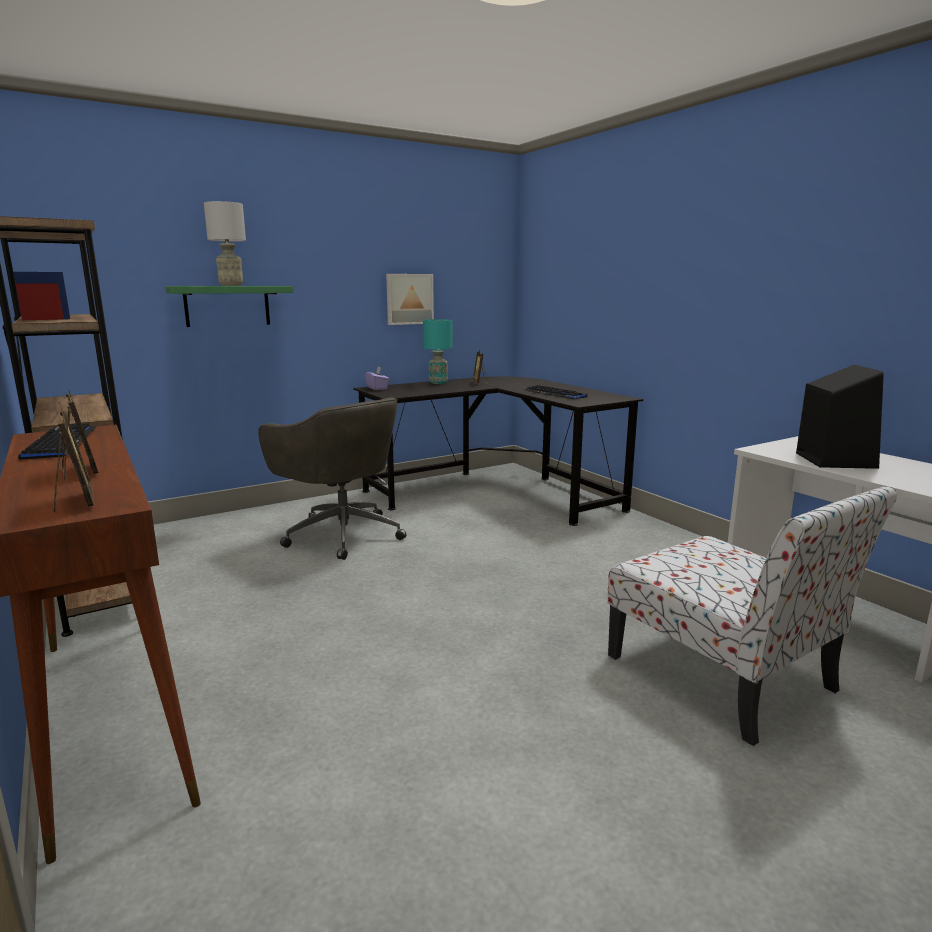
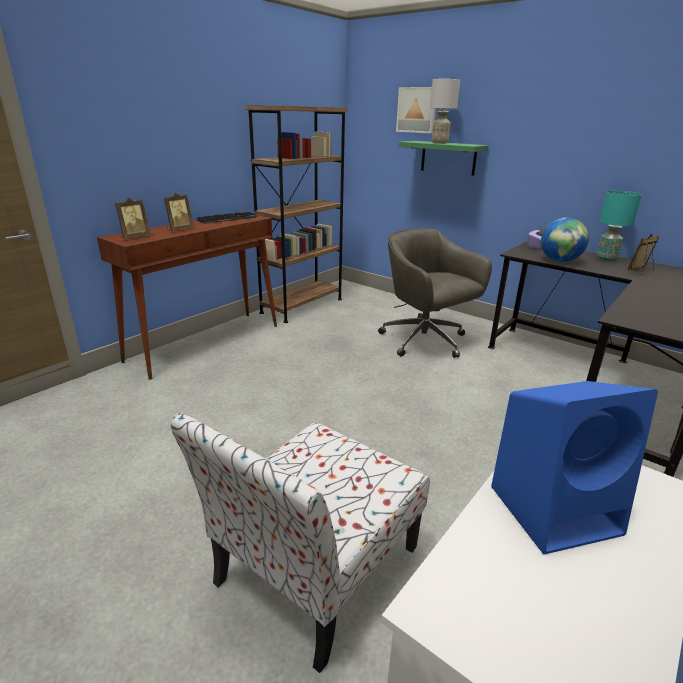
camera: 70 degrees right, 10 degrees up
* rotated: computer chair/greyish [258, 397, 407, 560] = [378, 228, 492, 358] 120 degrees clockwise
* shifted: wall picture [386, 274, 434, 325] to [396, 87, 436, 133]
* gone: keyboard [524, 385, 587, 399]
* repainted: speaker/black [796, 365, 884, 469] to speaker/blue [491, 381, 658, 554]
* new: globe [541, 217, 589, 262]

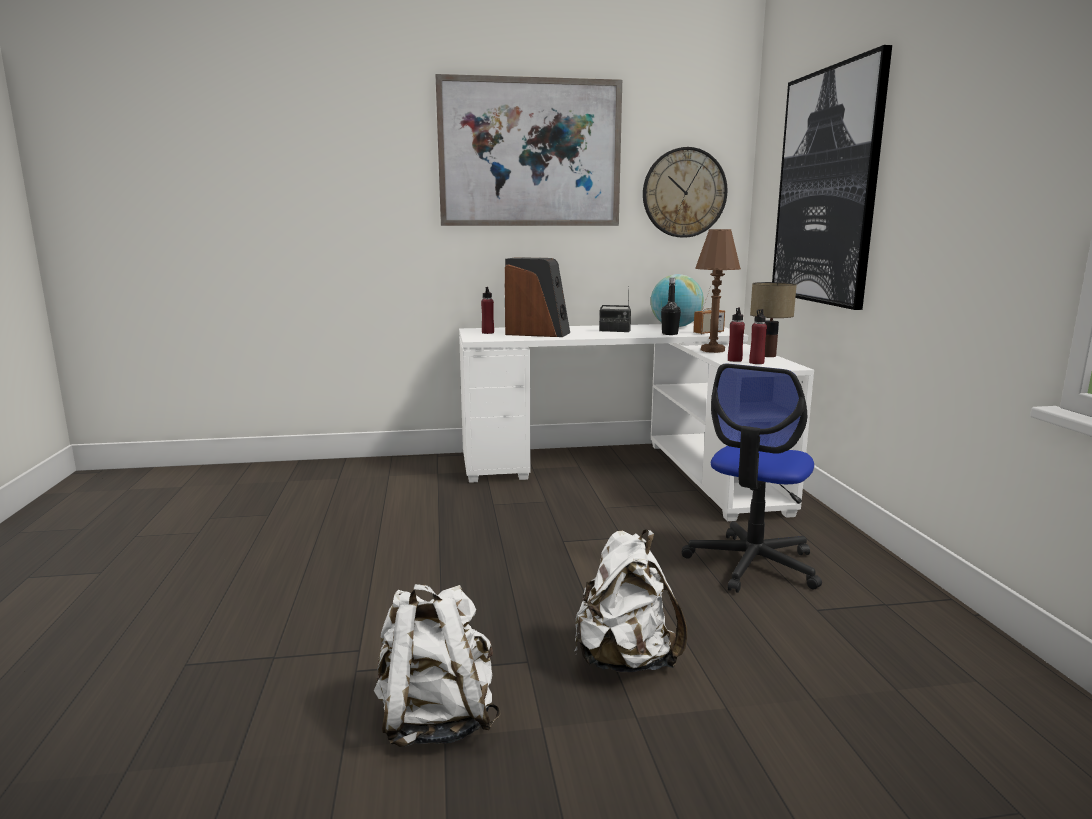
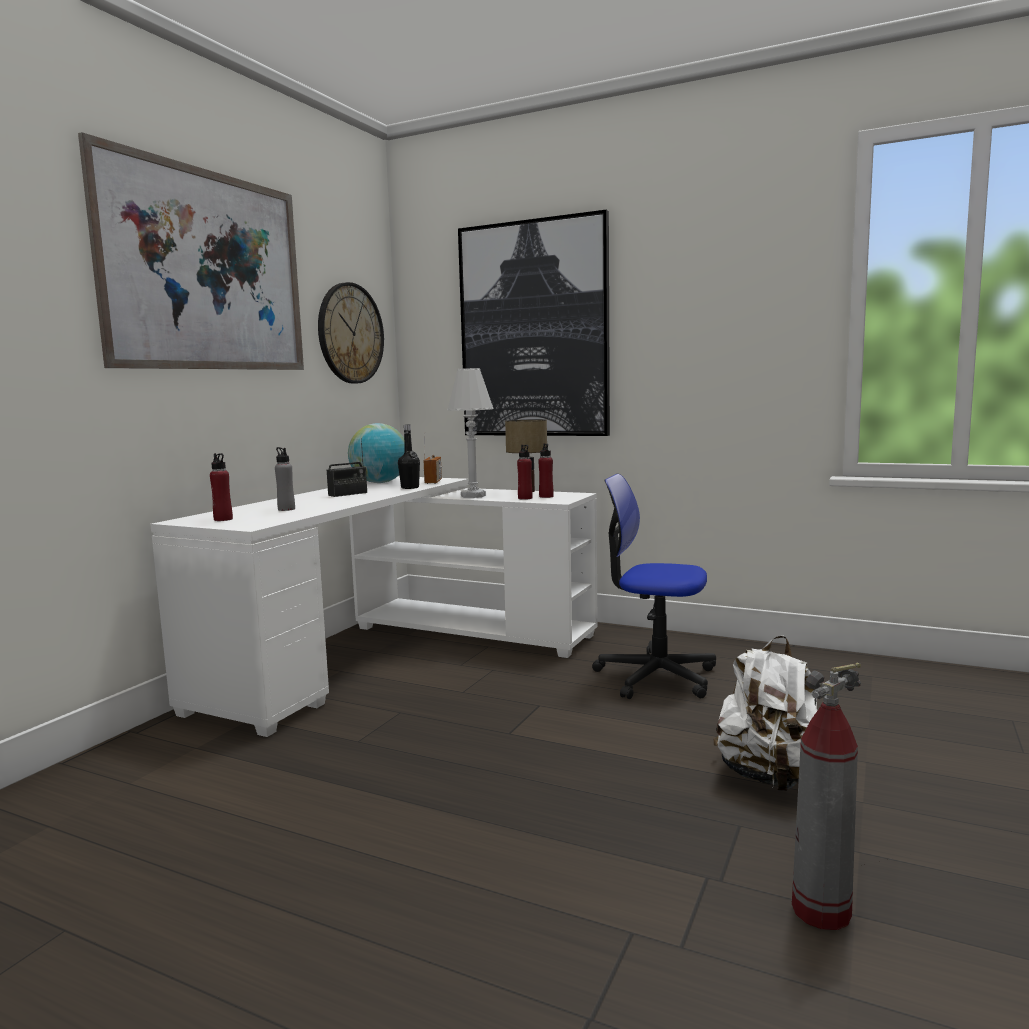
camera: 55 degrees left, 5 degrees down
* swapped: knapsack/white [374, 584, 501, 747] to extinguisher [792, 663, 861, 930]
* swapped: speaker [505, 257, 570, 337] to drink bottle/greyish [275, 447, 295, 511]
* rotated: computer chair [681, 364, 822, 593] = [592, 474, 716, 699] 135 degrees clockwise
* repainted: lamp for a table/brown-coloured [695, 229, 741, 353] to lamp for a table/white [447, 368, 494, 498]

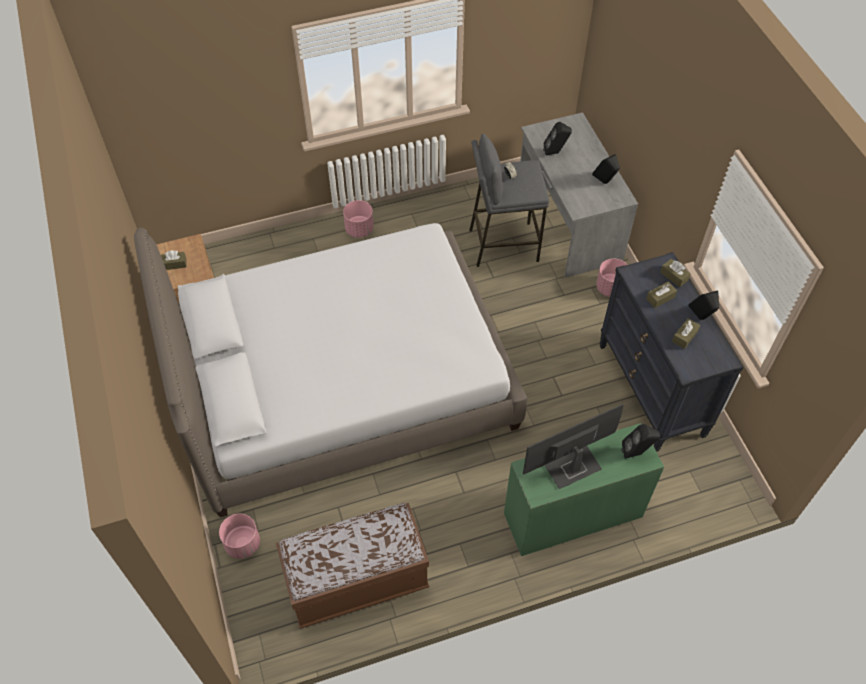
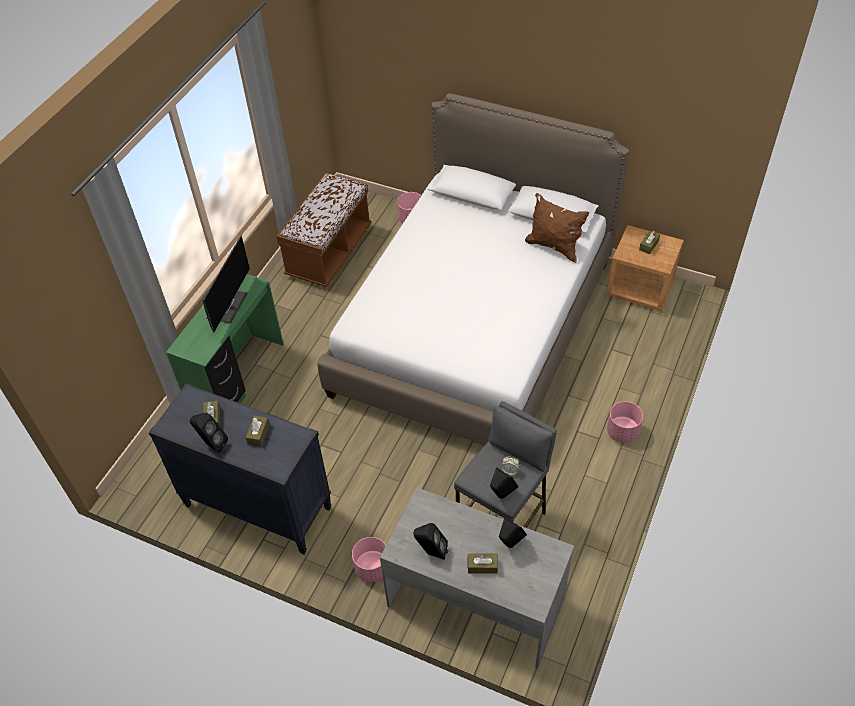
camera: 135 degrees right, 5 degrees down
* shifted: speaker/black [621, 424, 660, 459] to [490, 468, 519, 499]
* shifted: box of tissues/brown-coloured [660, 259, 691, 287] to [468, 553, 498, 574]
* new: pillow/brown-coloured [525, 193, 589, 263]

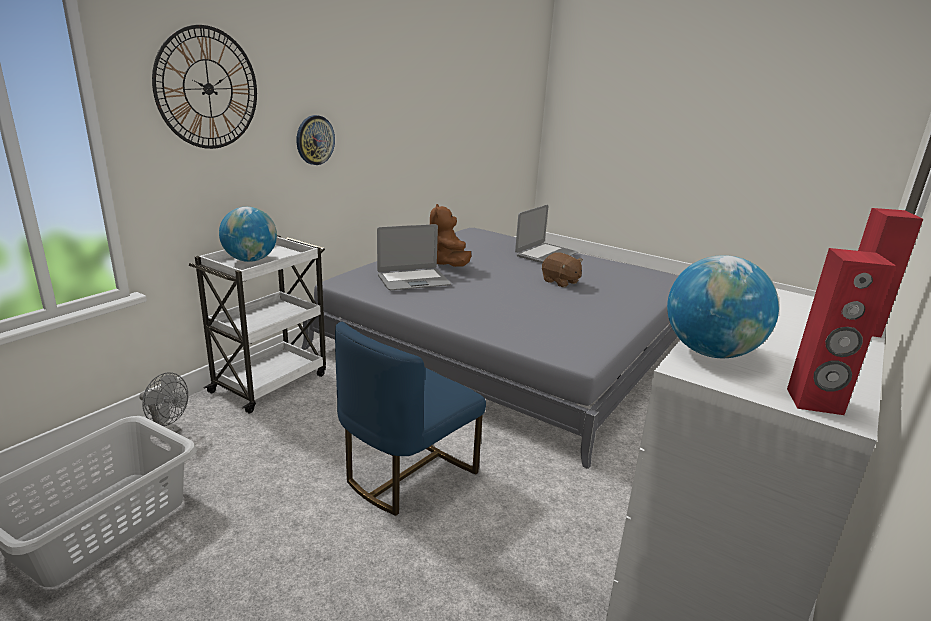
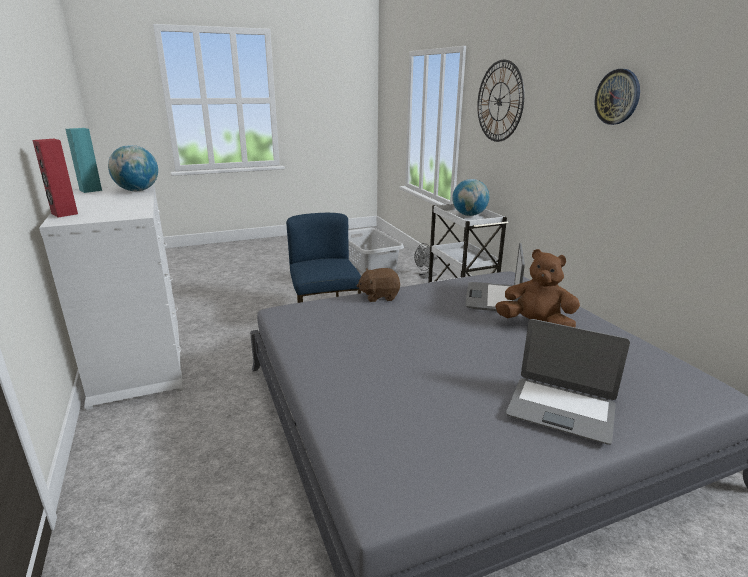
camera: 125 degrees right, 0 degrees up
* shifted: hanging clock [296, 115, 335, 165] to [594, 69, 640, 125]
* rotated: notebook computer [515, 205, 578, 263] = [506, 319, 630, 445] 45 degrees counterclockwise
* shifted: cuddly toy/brown-coloured [542, 252, 583, 288] to [357, 268, 400, 302]
* repainted: speaker/red-coloured [787, 248, 896, 415] to speaker/turquoise [66, 128, 102, 193]

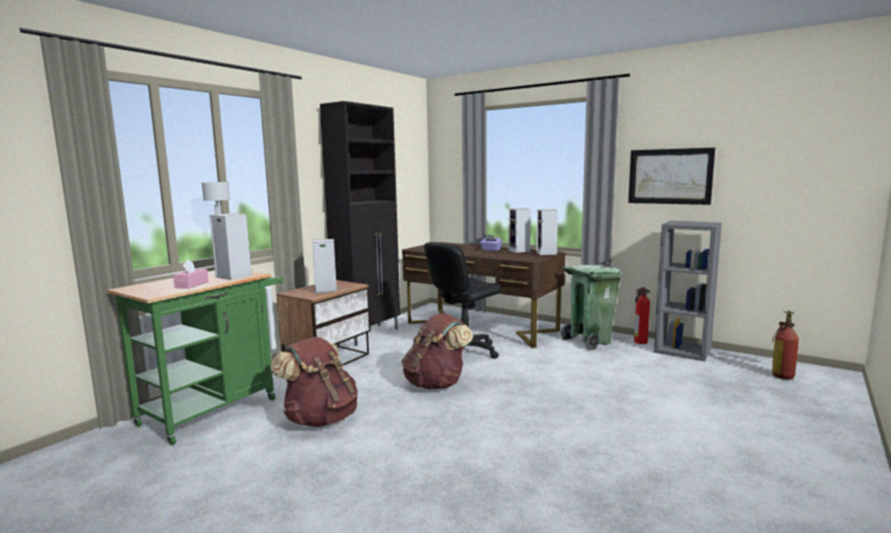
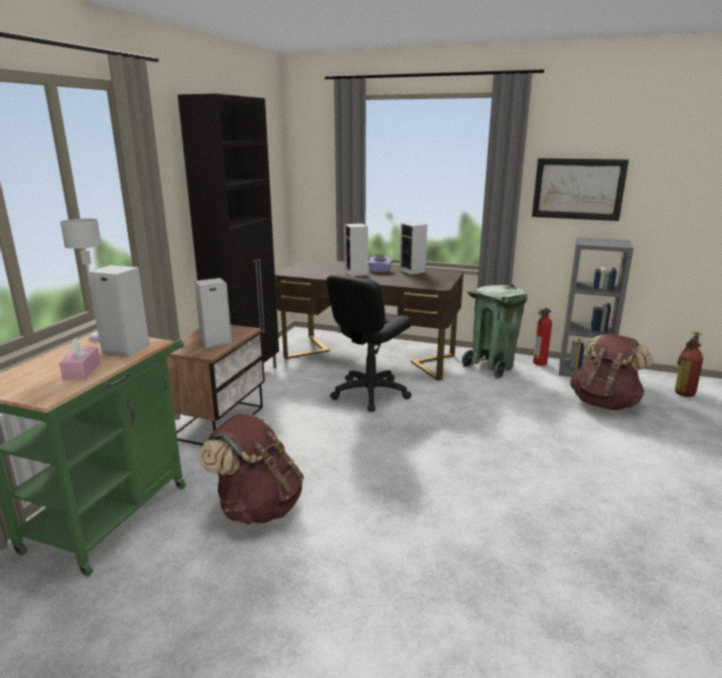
camera: 15 degrees left, 10 degrees up
* shifted: knapsack/brown-coloured [401, 313, 473, 389] to [570, 333, 653, 410]
* shifted: speaker [536, 209, 558, 255] to [344, 223, 368, 276]

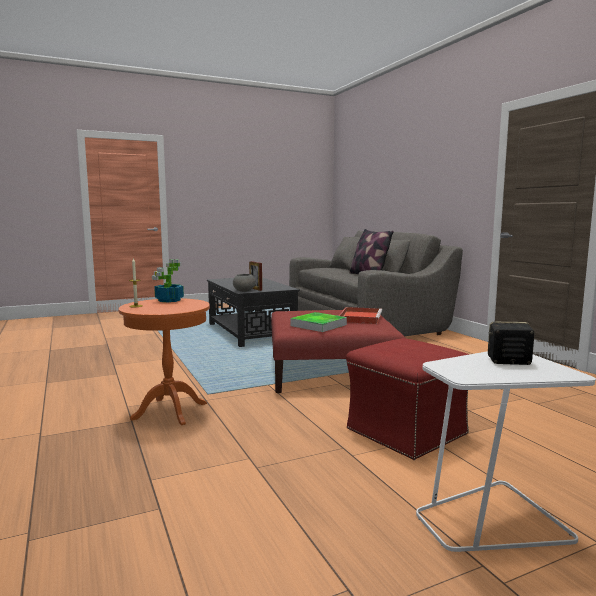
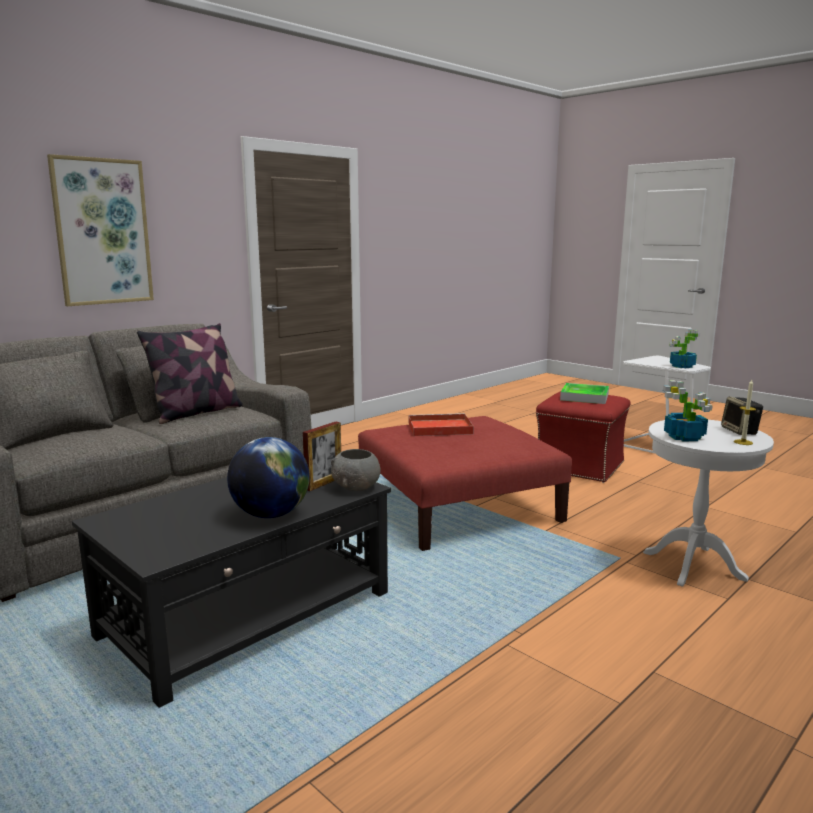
camera: 110 degrees left, 5 degrees up
* repainted: accent table/orange [119, 298, 210, 425] to accent table/white [643, 420, 774, 587]
* shifted: carrying tray [290, 312, 347, 332] to [560, 383, 609, 404]
* shifted: speaker [488, 322, 535, 365] to [721, 397, 763, 435]
* new: wall picture [47, 154, 154, 306]
* new: globe [227, 437, 310, 518]
* new: plant in a pot [669, 330, 700, 369]

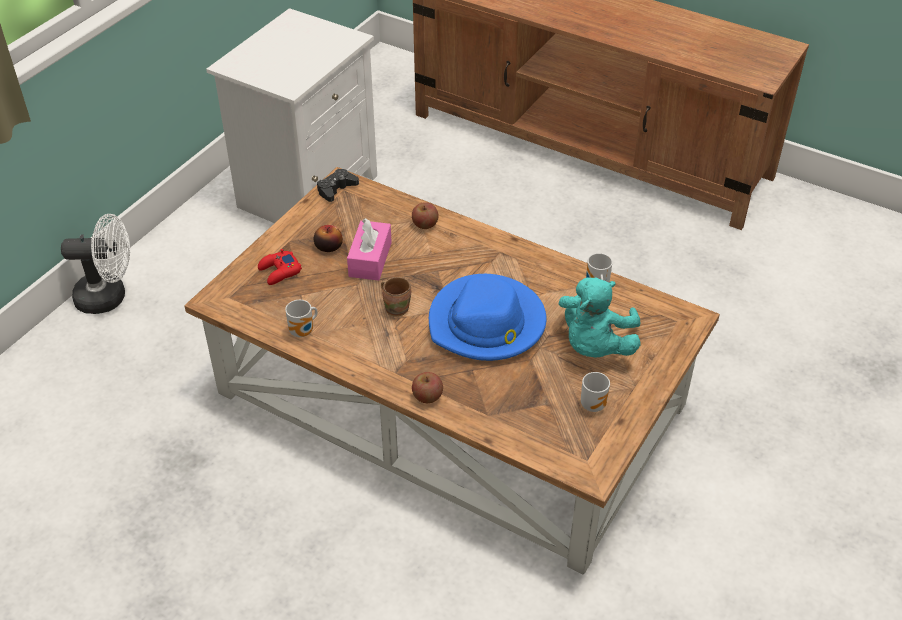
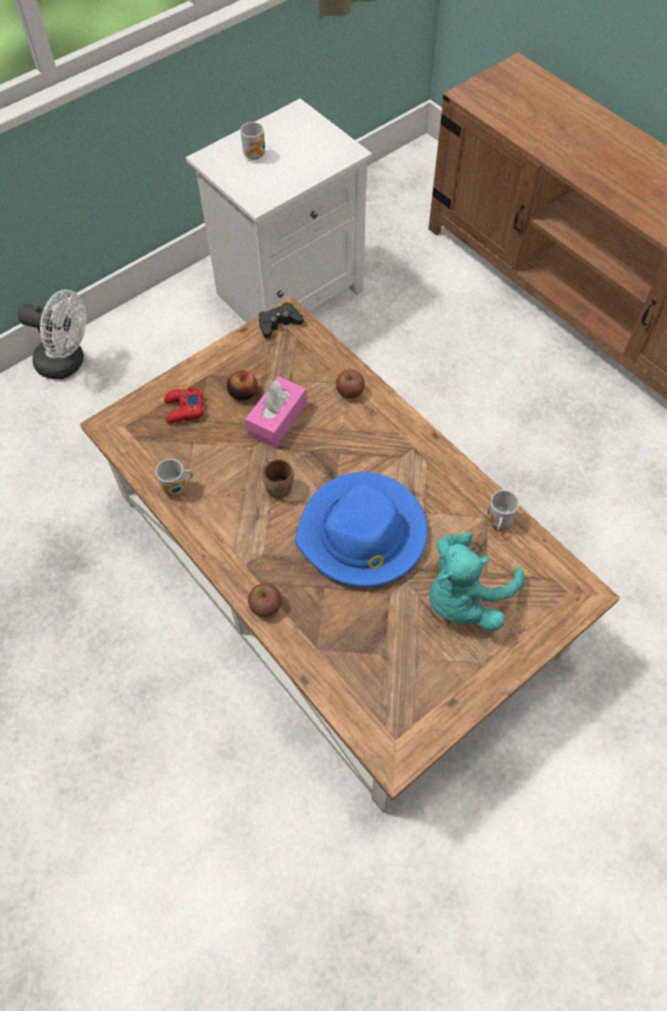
camera: 20 degrees right, 15 degrees up
* shifted: coffee mug [581, 372, 610, 412] to [240, 122, 265, 160]

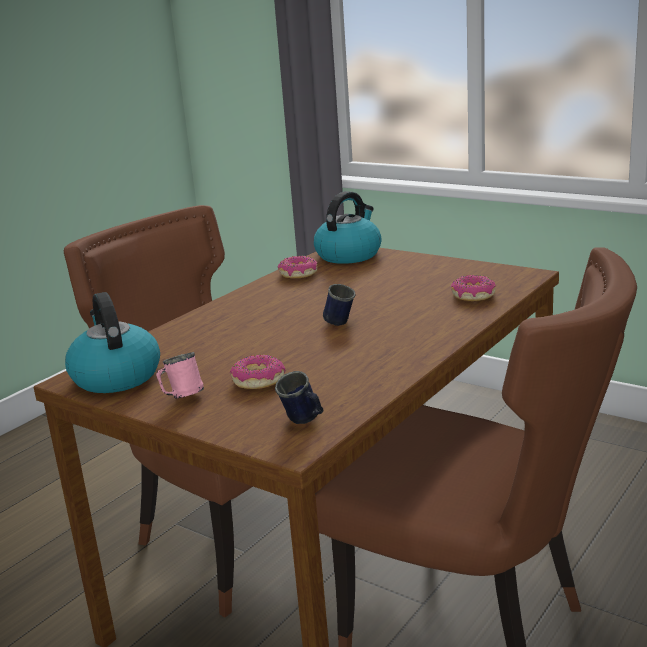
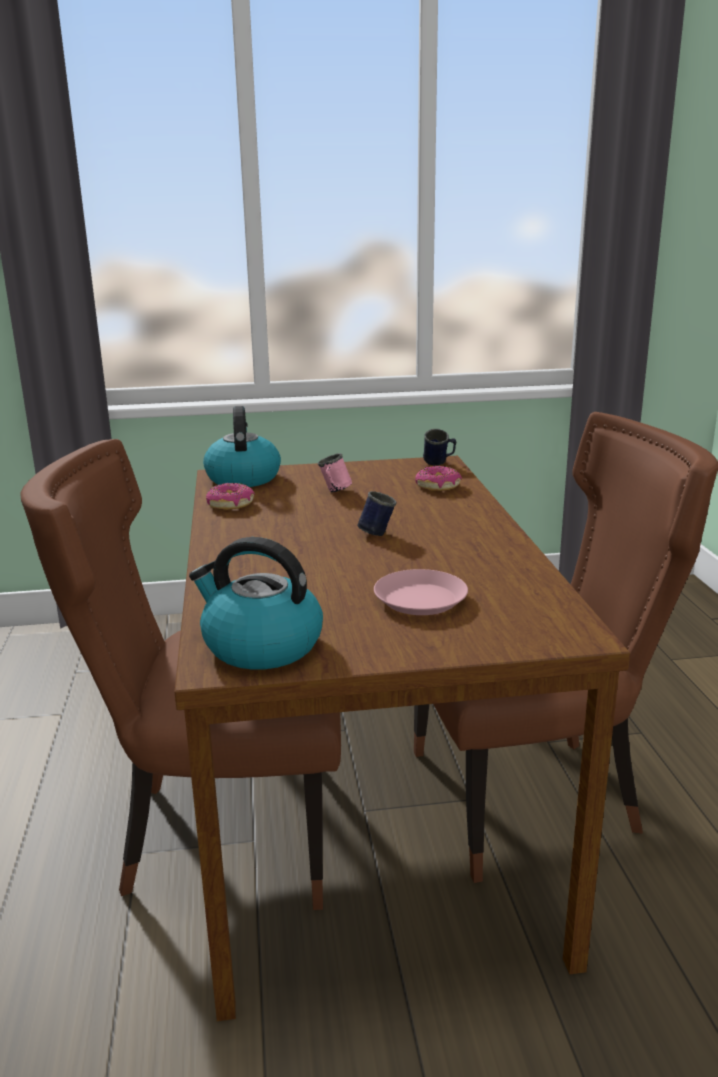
camera: 45 degrees left, 0 degrees up
* shifted: coffee mug/pink-coloured [156, 352, 204, 398] to [318, 453, 352, 492]
* swapped: doughnut [230, 355, 285, 389] to dinner plate/pink-coloured [374, 569, 468, 615]
* shifted: coffee mug/blue [275, 371, 324, 424] to [423, 429, 456, 466]

